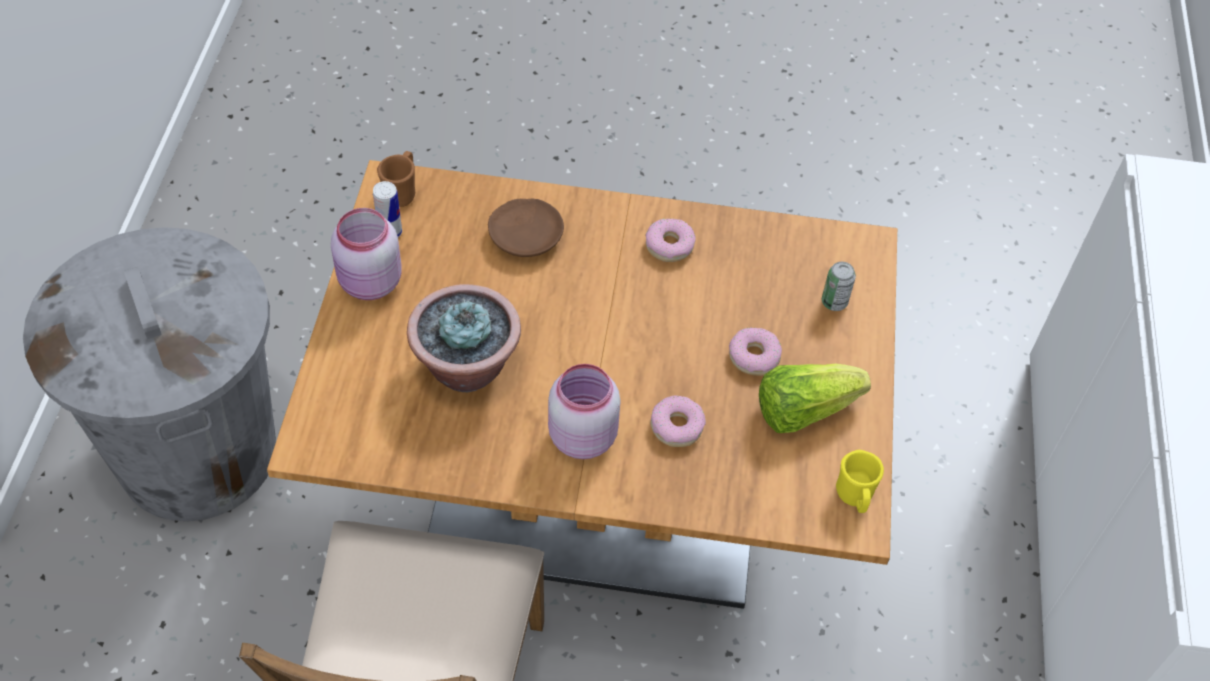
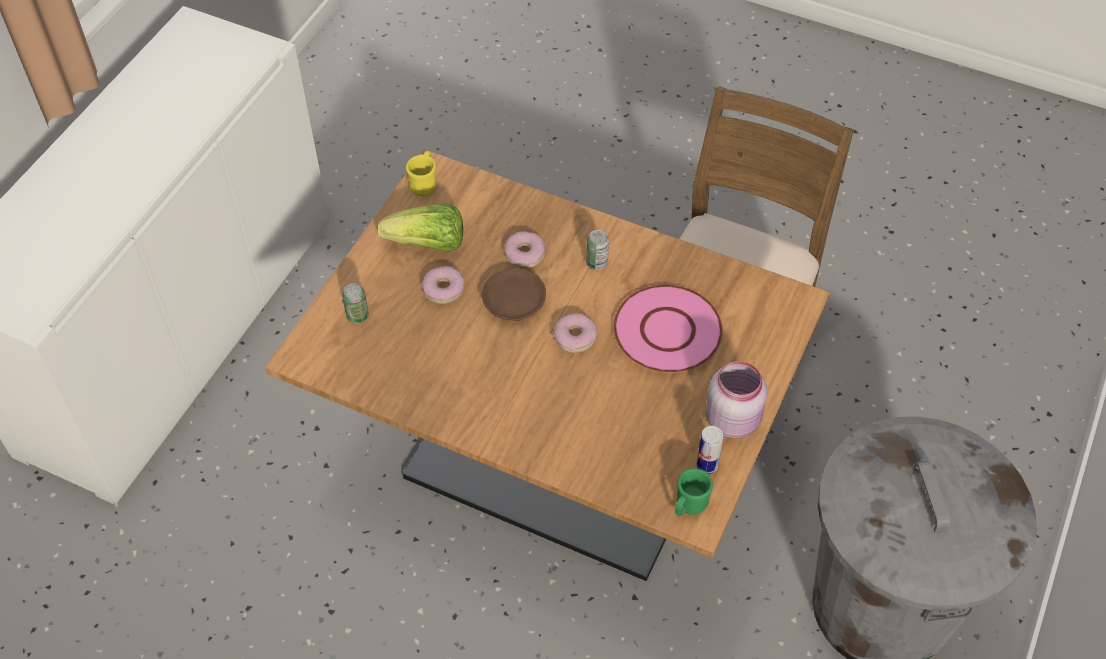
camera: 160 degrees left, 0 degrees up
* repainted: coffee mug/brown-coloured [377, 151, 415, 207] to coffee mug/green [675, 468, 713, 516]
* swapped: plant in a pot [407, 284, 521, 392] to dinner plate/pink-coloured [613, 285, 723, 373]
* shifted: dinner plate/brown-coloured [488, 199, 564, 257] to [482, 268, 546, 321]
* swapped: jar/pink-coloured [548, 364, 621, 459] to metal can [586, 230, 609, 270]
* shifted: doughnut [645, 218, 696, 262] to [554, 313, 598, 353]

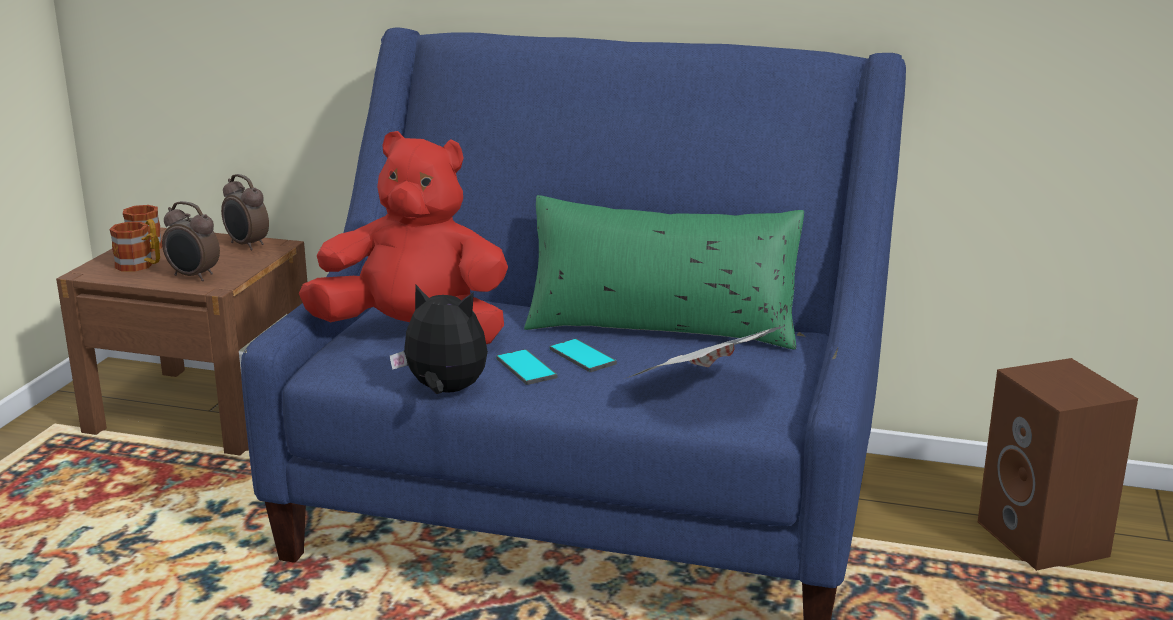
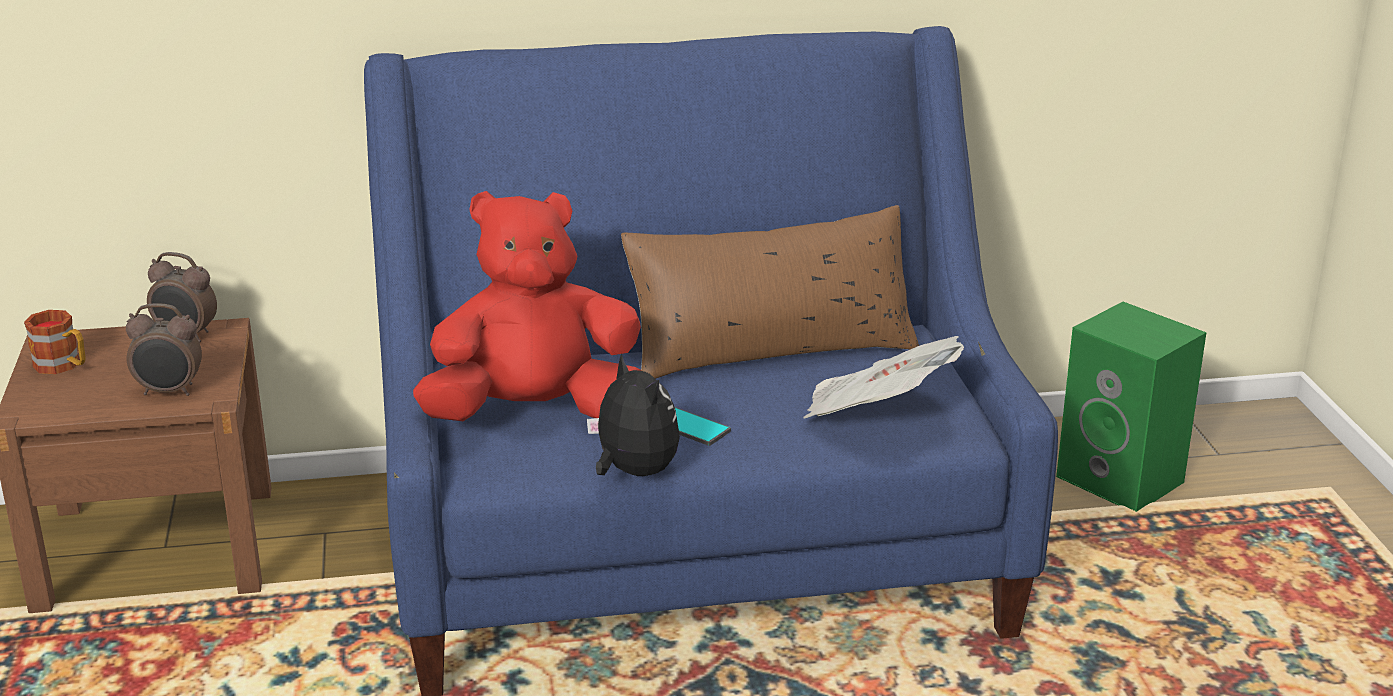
camera: 25 degrees left, 5 degrees up
* gone: coffee mug [109, 222, 160, 272]
* rotated: cuddly toy [390, 285, 488, 394] = [587, 353, 680, 476] 60 degrees clockwise
* repainted: pillow/green [524, 195, 804, 350] to pillow/brown-coloured [621, 205, 919, 379]
* gone: phone [550, 339, 617, 372]
* repainted: speaker/brown-coloured [978, 358, 1138, 571] to speaker/green [1056, 302, 1206, 512]

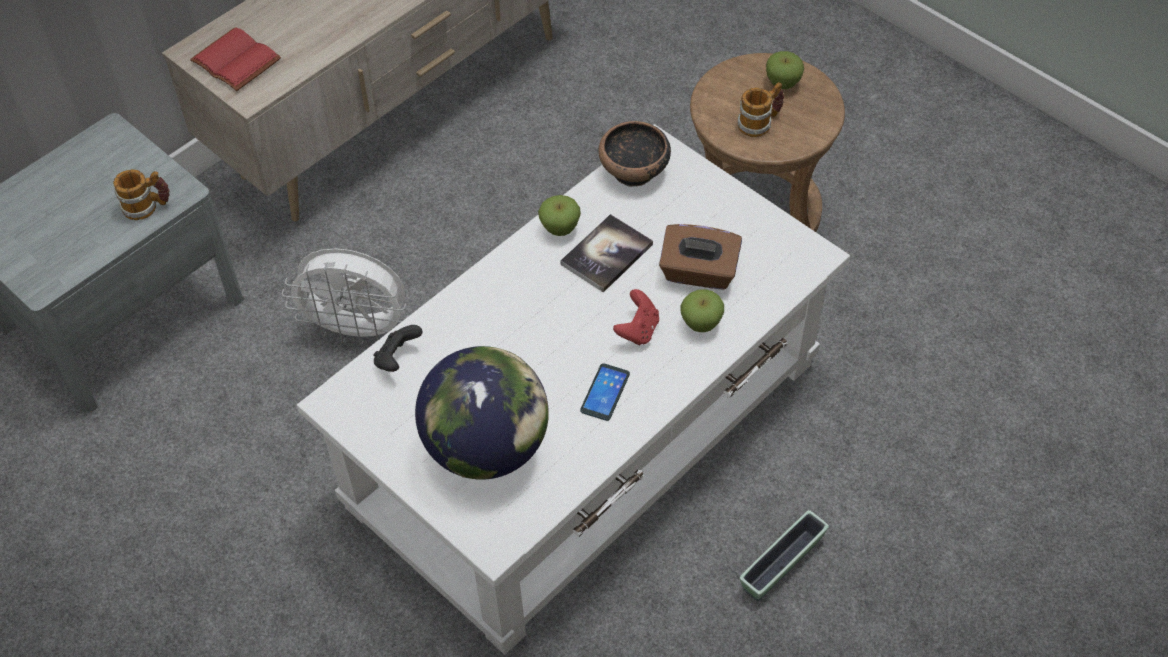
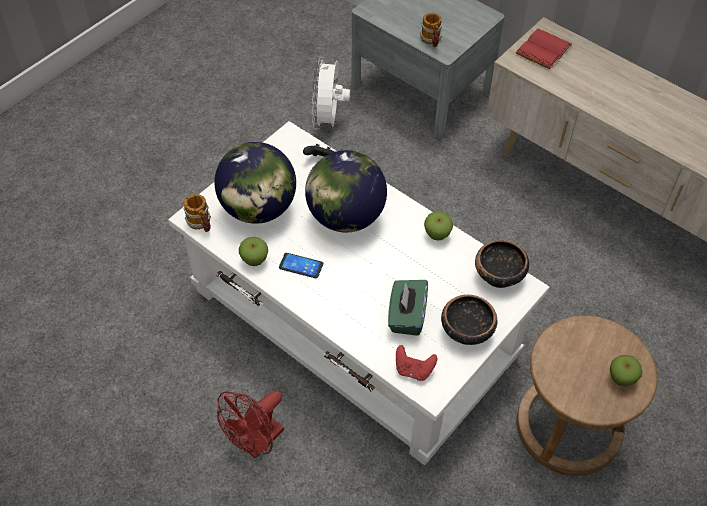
camera: 85 degrees right, 0 degrees up
* shifted: electric fan/white [282, 248, 408, 346] to [312, 56, 350, 130]
* gone: volume [560, 214, 653, 293]
* shifted: joypad/red-coloured [613, 289, 659, 345] to [396, 345, 437, 381]
* repainted: box of tissues/brown-coloured [659, 224, 742, 290] to box of tissues/green [388, 280, 428, 336]
* shifted: whole apple [681, 289, 724, 332] to [239, 237, 268, 266]
* shifted: coffee mug [738, 82, 784, 137] to [183, 194, 211, 232]
* swapped: planter [740, 510, 829, 601] to electric fan/red-coloured [217, 391, 284, 459]
* new: globe [305, 150, 387, 232]
* new: serving bowl [441, 295, 497, 345]

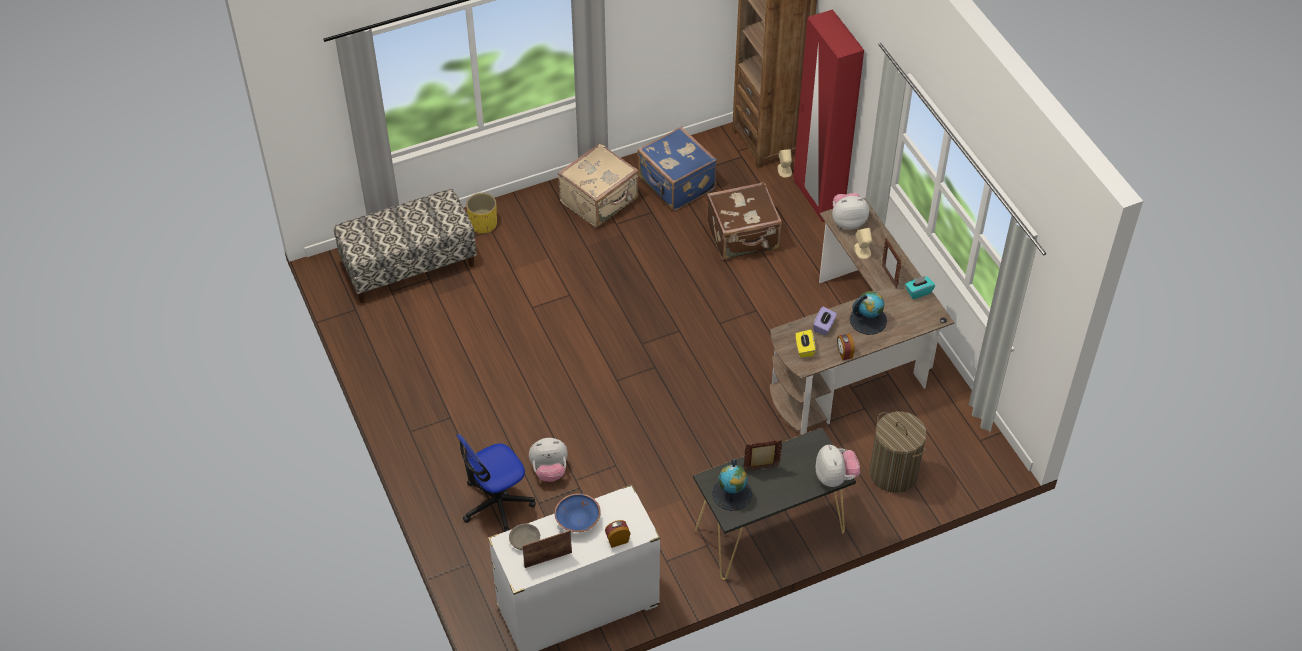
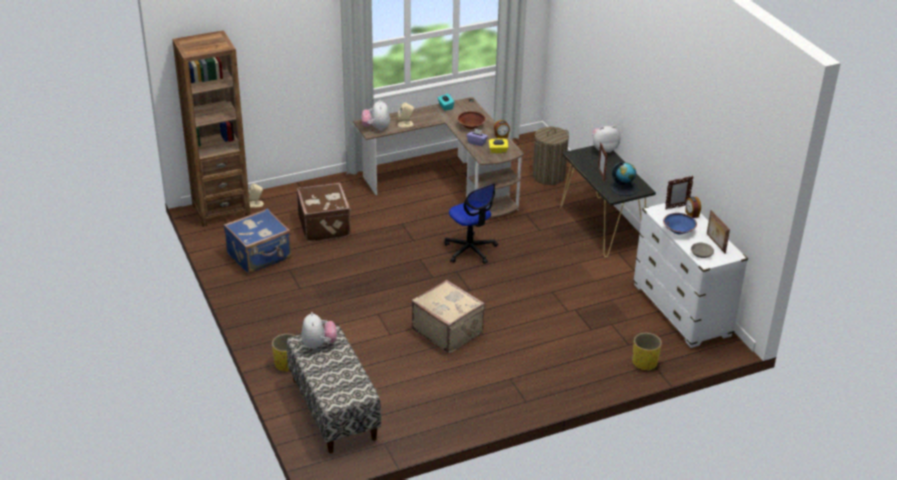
camera: 90 degrees left, 15 degrees down
* shifted: computer chair [456, 434, 536, 532] to [444, 183, 498, 264]
* shifted: cuddly toy [529, 438, 567, 482] to [301, 312, 337, 350]
* shifted: travel case/sand-coloured [557, 144, 639, 228] to [412, 280, 485, 353]
* gone: wardrobe/red-coloured [793, 9, 864, 222]
* swapped: globe [850, 291, 887, 335] to serving bowl/brown-coloured [457, 111, 486, 129]
* shifted: photo frame [882, 238, 902, 289] to [665, 176, 694, 210]
* new: planter/yellow-coloured [632, 333, 662, 371]

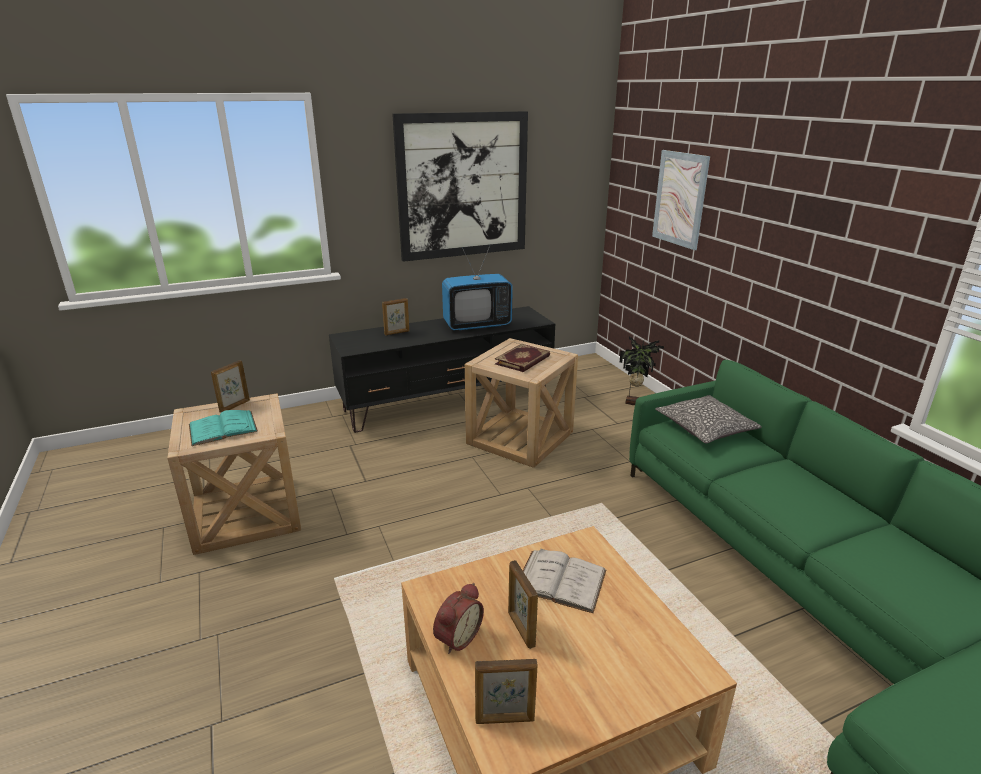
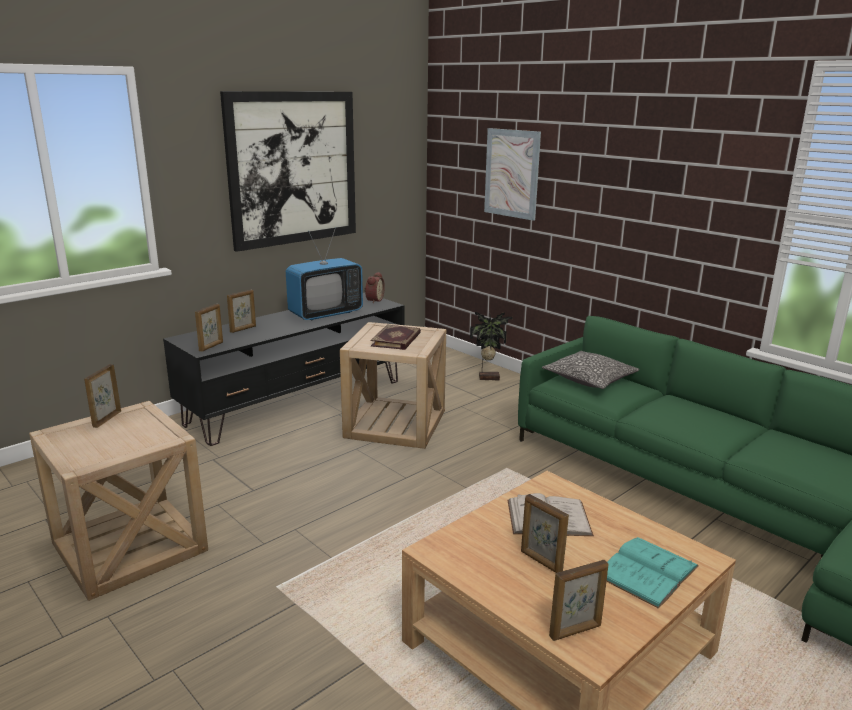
camera: 20 degrees left, 5 degrees down
* shifted: volume/turquoise [189, 410, 258, 446] to [606, 537, 699, 609]
* shifted: table clock [433, 583, 484, 654] to [364, 272, 385, 303]
* new: photo frame [195, 304, 223, 352]

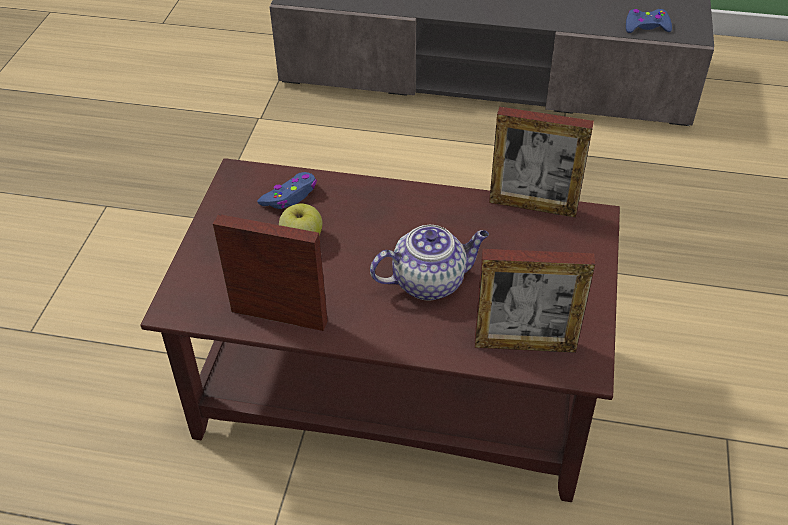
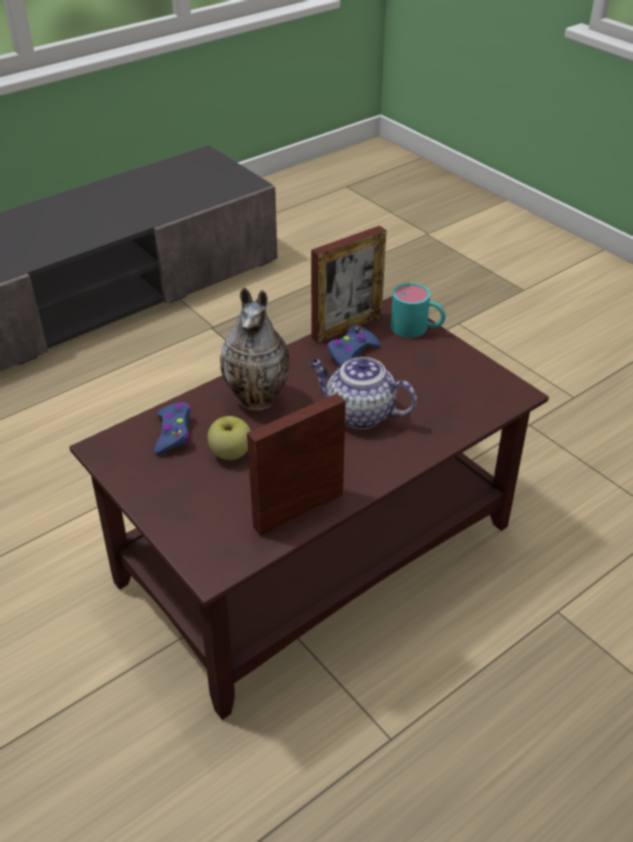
camera: 50 degrees left, 5 degrees down
* rotated: tea pot [370, 225, 489, 301] = [309, 357, 417, 429] 90 degrees counterclockwise
* gone: photo frame [475, 249, 595, 353]
* shifted: joypad/blue [626, 9, 672, 33] to [327, 325, 380, 367]
* new: decorative vase [220, 287, 289, 411]
* new: coffee mug/turquoise [391, 283, 446, 338]

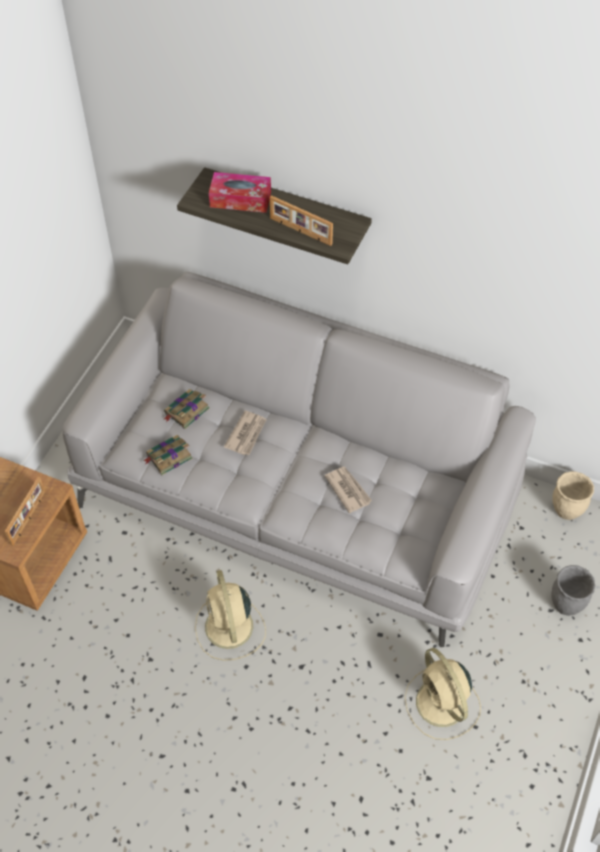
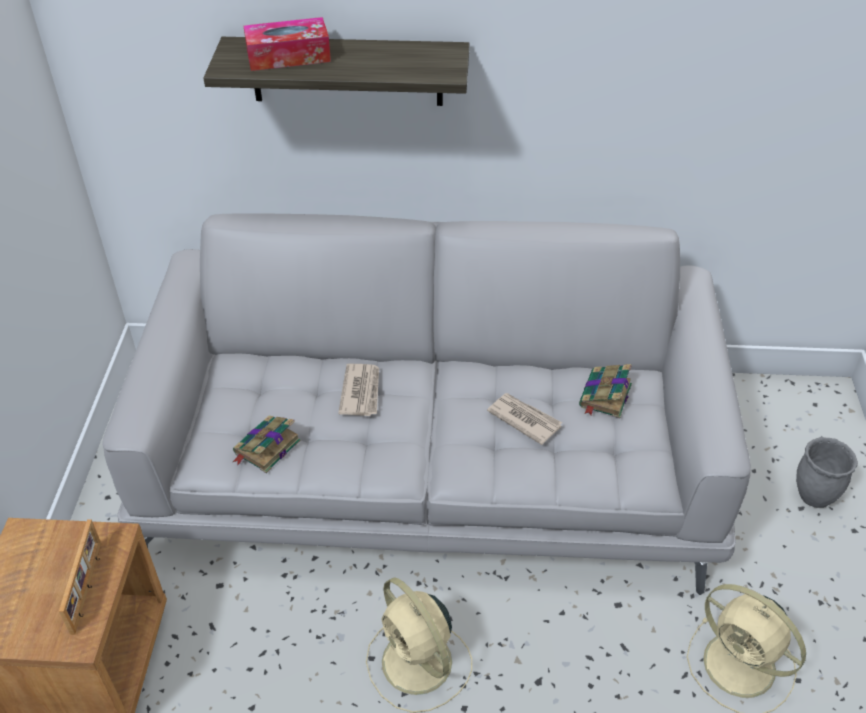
camera: 20 degrees left, 10 degrees down
* shifted: volume [163, 389, 210, 429] to [579, 364, 632, 418]
* gone: photo frame [270, 195, 333, 246]
* gone: planter/sand-coloured [553, 471, 594, 520]

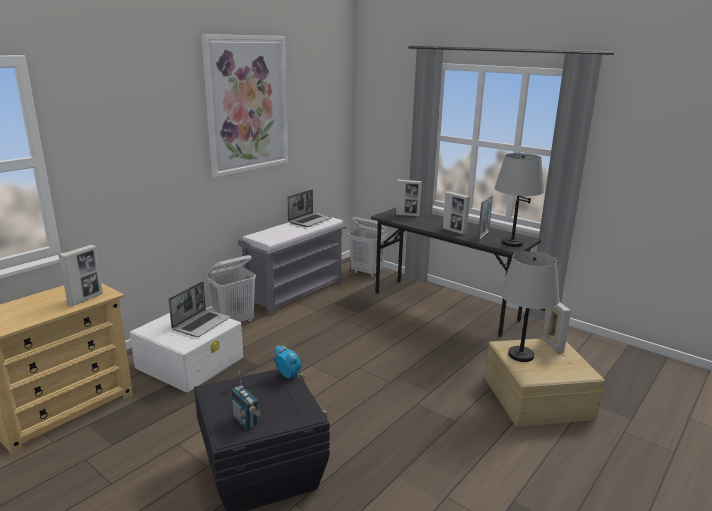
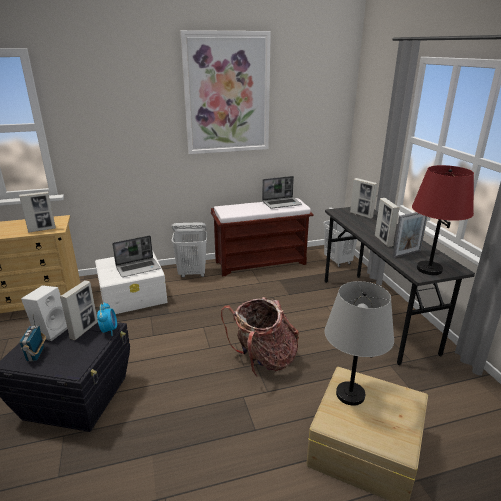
camera: 35 degrees right, 5 degrees up
* repainted: bench/greyish [238, 213, 346, 316] to bench/brown-coloured [211, 198, 314, 277]
* repainted: lamp for a table/greyish [495, 153, 544, 247] to lamp for a table/red-coloured [412, 165, 474, 275]
* shifted: photo frame [542, 302, 571, 354] to [60, 280, 98, 340]
* new: speaker/white [21, 285, 67, 341]
* new: knapsack [221, 297, 299, 377]

